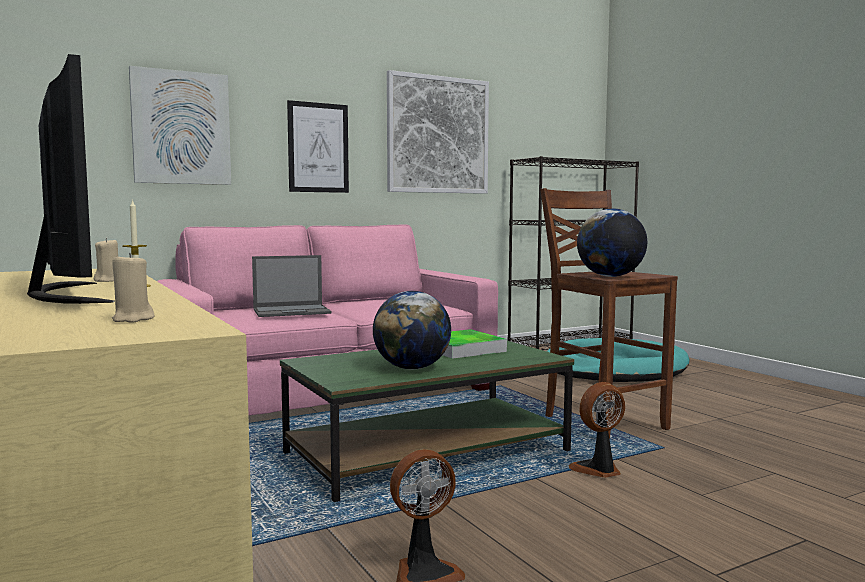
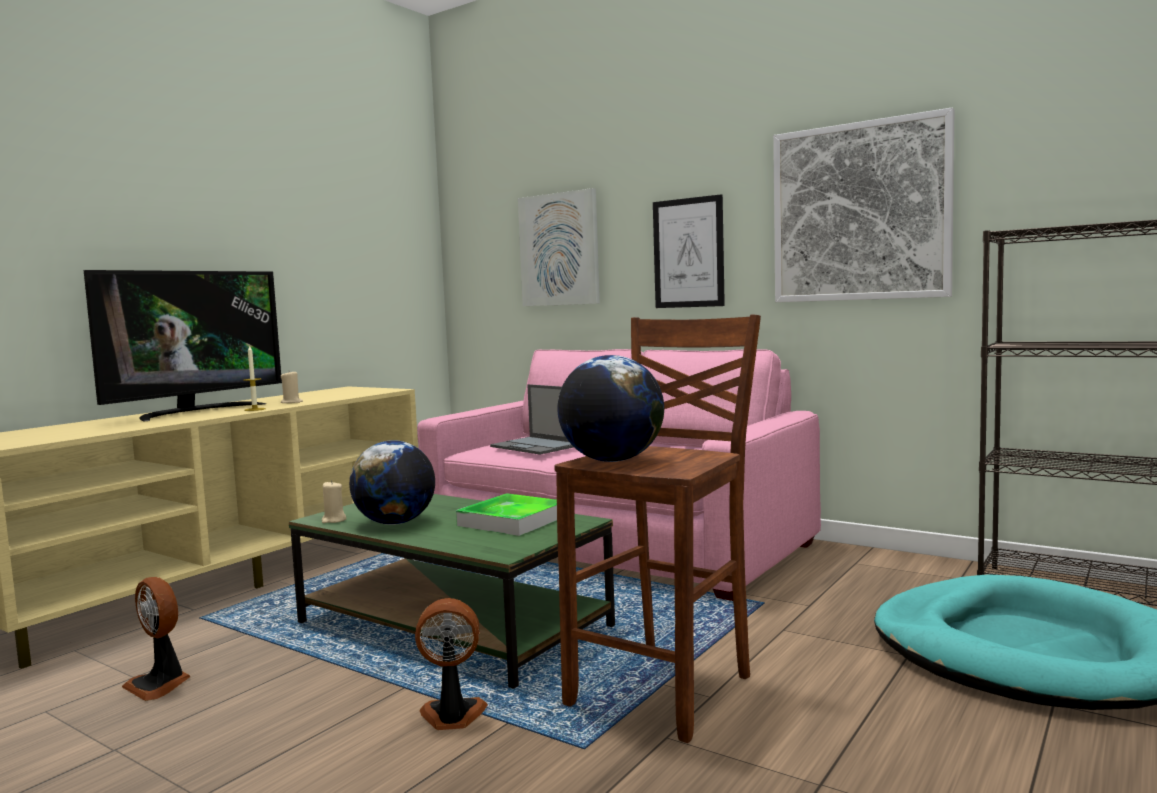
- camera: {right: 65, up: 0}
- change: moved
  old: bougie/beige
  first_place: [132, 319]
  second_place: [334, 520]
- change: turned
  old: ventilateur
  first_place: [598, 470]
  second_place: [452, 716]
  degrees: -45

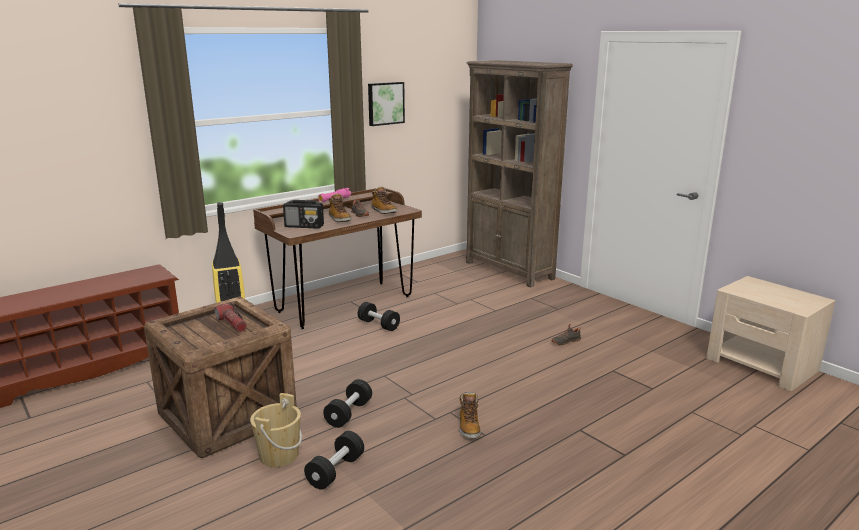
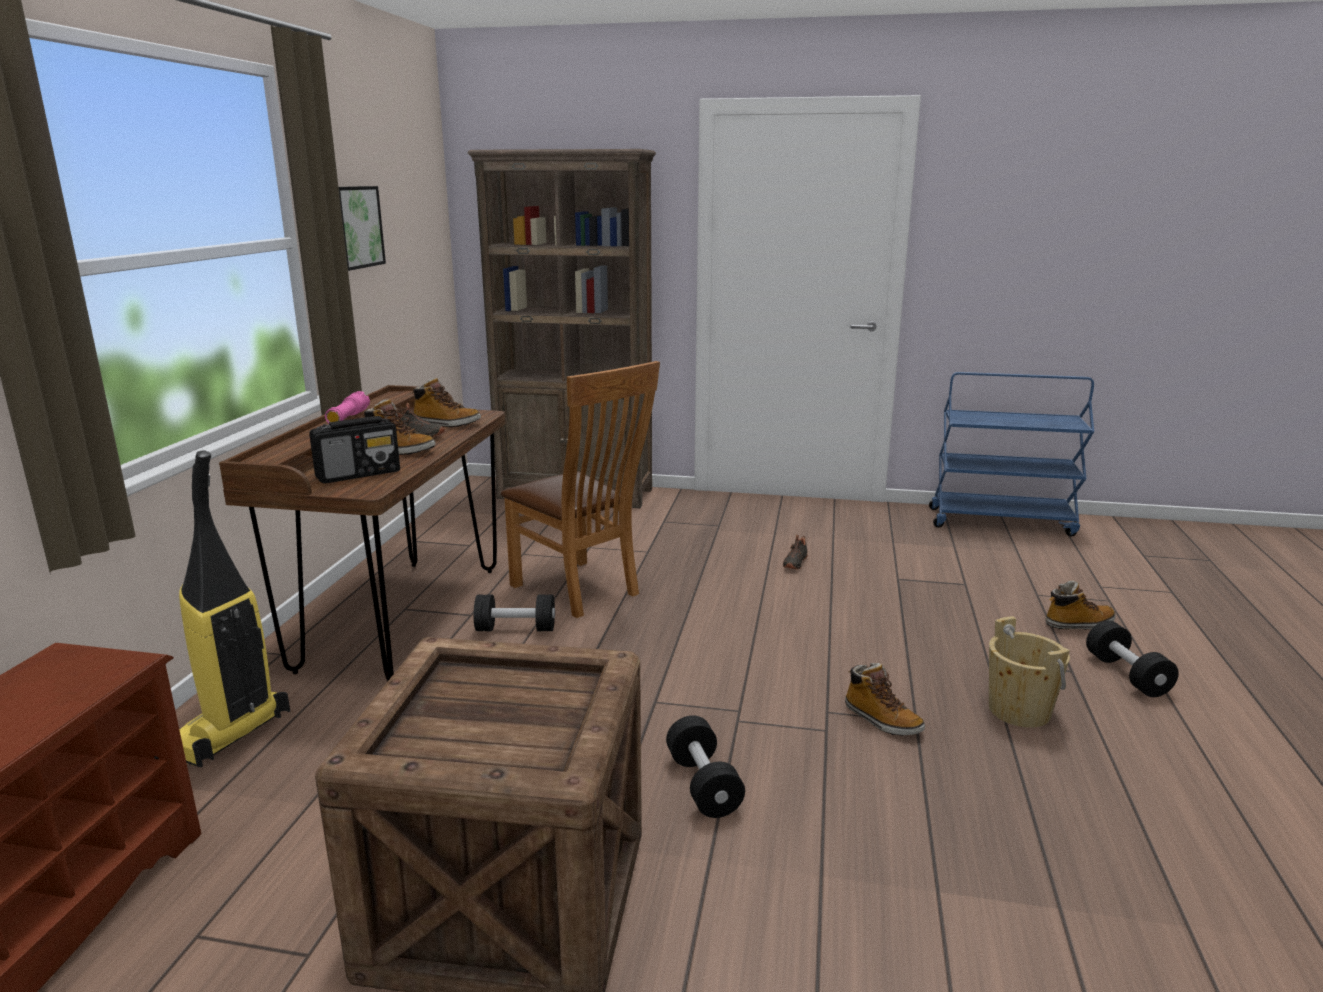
- camera: {right: -40, up: 0}
- change: removed
  old: lampe de poche
  first_place: [232, 324]
- change: added
  new: chaise/marron
  second_place: [581, 591]
- change: added
  new: botte
  second_place: [1078, 624]
- change: moved
  old: seau/beige
  first_place: [279, 455]
  second_place: [1019, 711]
- change: moved
  old: haltère/noir
  first_place: [335, 471]
  second_place: [1127, 675]
- change: replaced
  old: table de chevet/beige
  new: chariot/bleu
  first_place: [762, 364]
  second_place: [1001, 521]

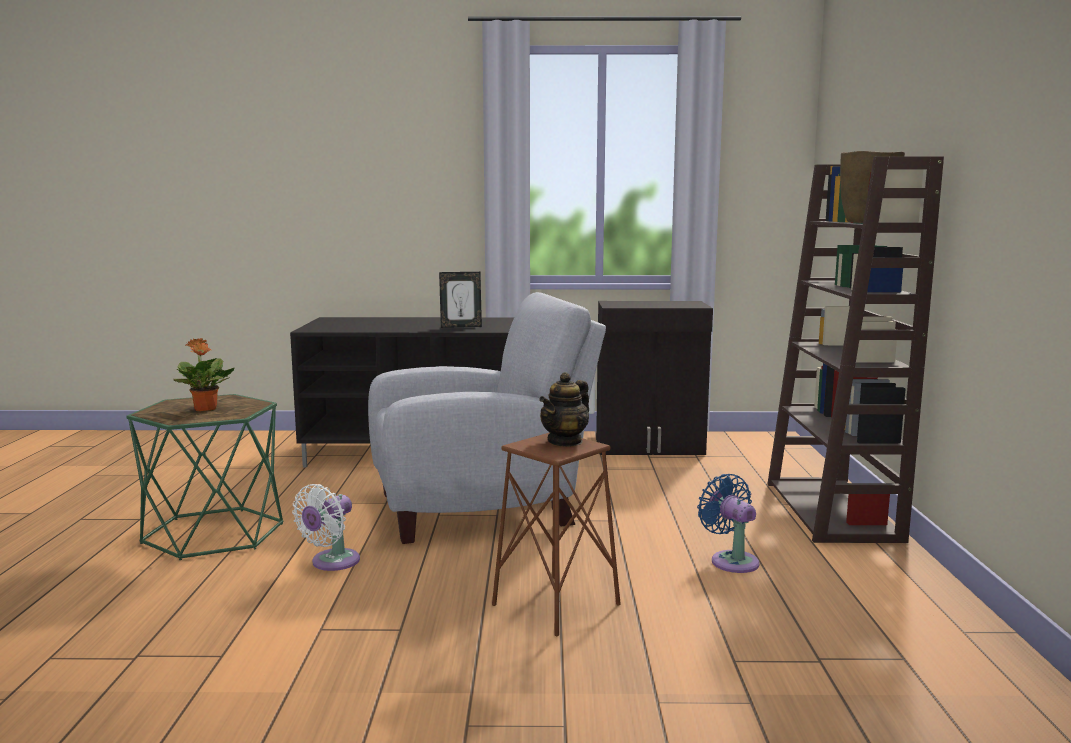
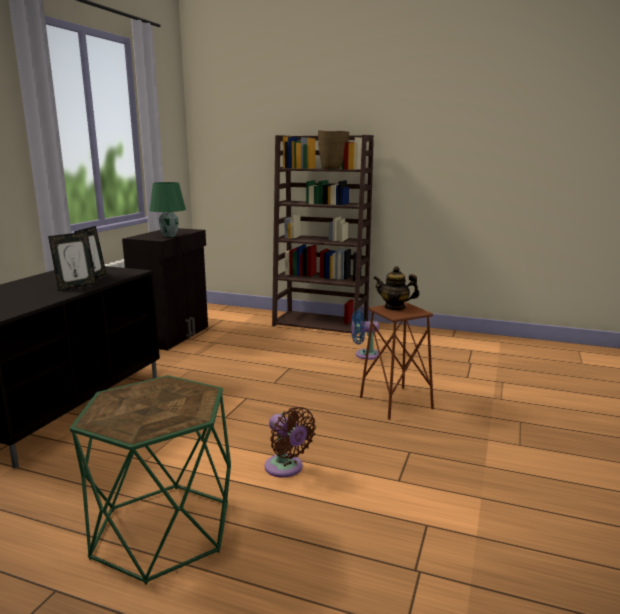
- camera: {right: -70, up: 5}
- change: removed
  old: plante en pot
  first_place: [205, 409]
- change: removed
  old: fauteuil/gris
  first_place: [482, 508]
- change: added
  new: cadre photo
  second_place: [76, 286]
- change: added
  new: lampe de table/vert
  second_place: [170, 236]
- change: recoloured
  old: ventilateur/blanc
  new: ventilateur/marron
  first_place: [332, 563]
  second_place: [286, 468]
- change: turned
  old: théière
  first_place: [565, 441]
  second_place: [394, 307]
  degrees: 135

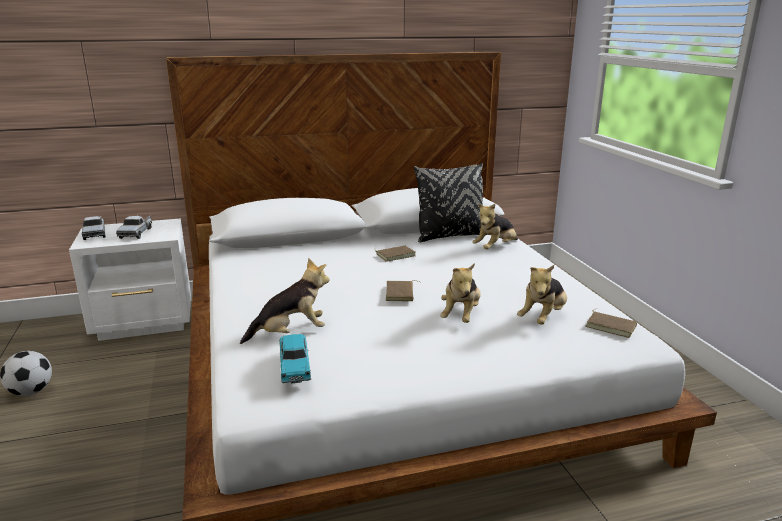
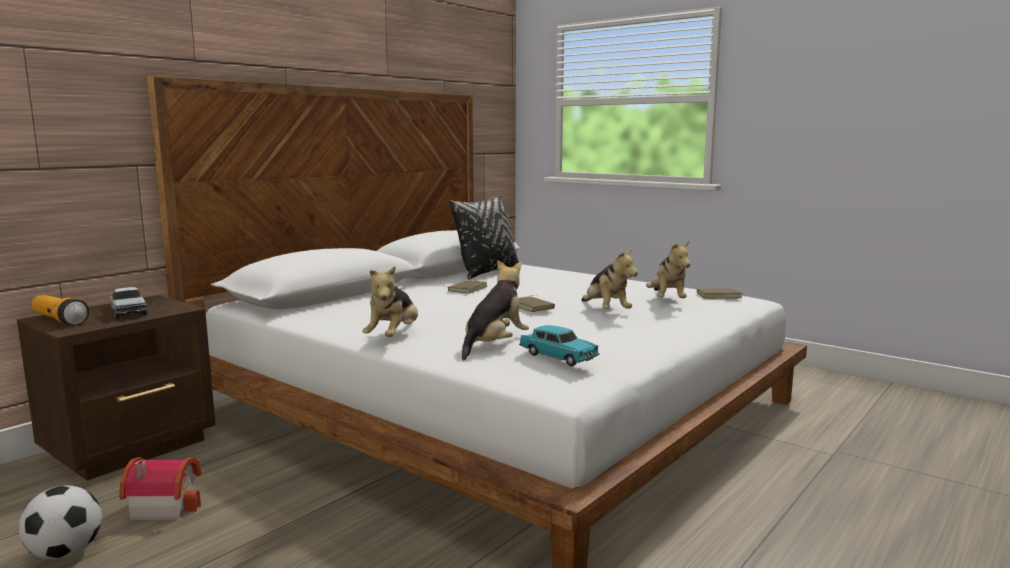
- camera: {right: -35, up: -10}
- change: added
  new: maison miniature
  second_place: [164, 506]
- change: moved
  old: peluche
  first_place: [495, 248]
  second_place: [393, 336]
- change: replaced
  old: camion jouet
  new: lampe de poche
  first_place: [95, 233]
  second_place: [60, 321]
- change: recoloured
  old: table de chevet/blanc
  new: table de chevet/marron
  first_place: [145, 322]
  second_place: [132, 447]

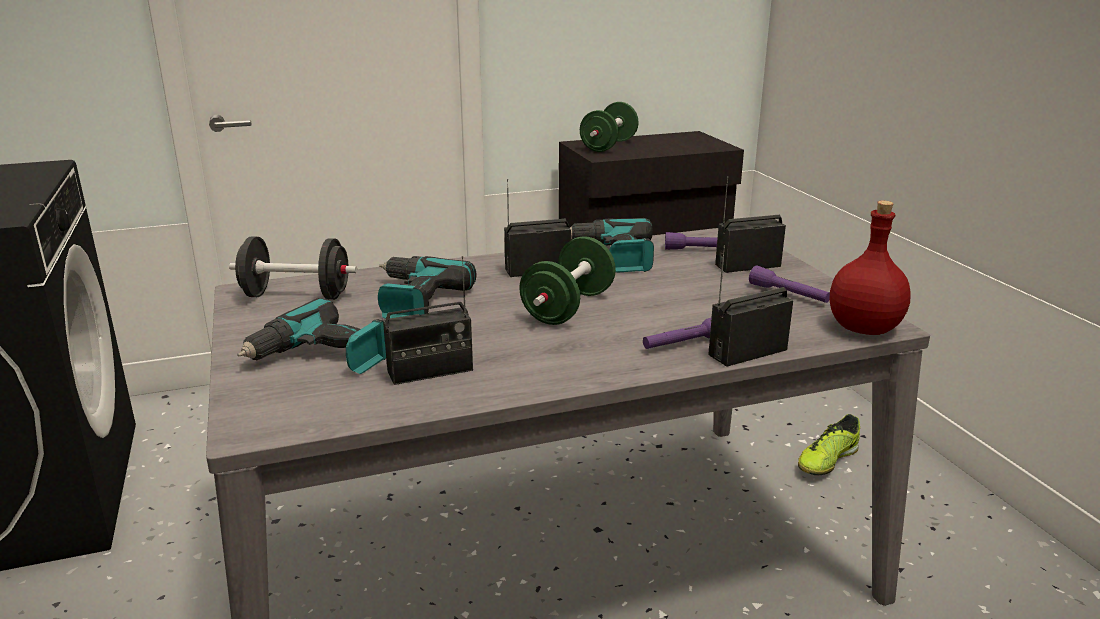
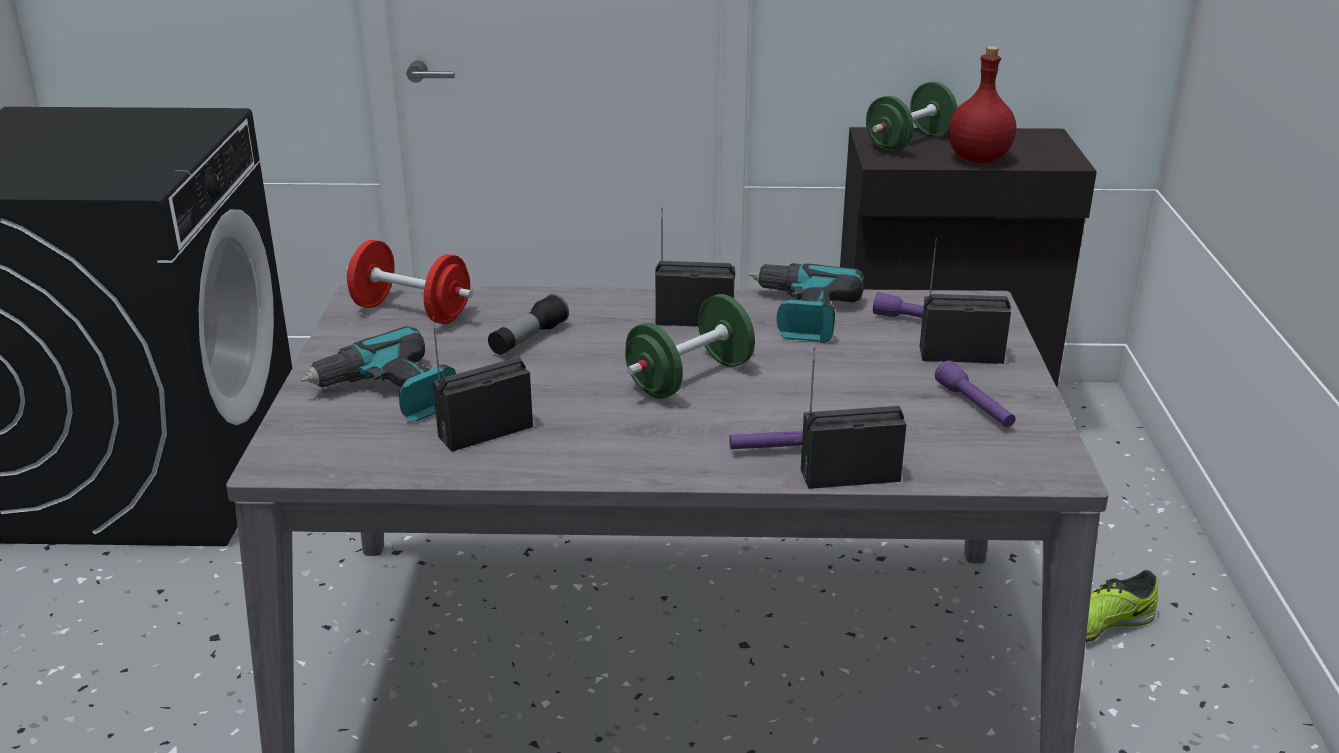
- camera: {right: 20, up: 5}
- change: moved
  old: bouteille/rouge
  first_place: [865, 329]
  second_place: [979, 159]
- change: replaced
  old: perceuse
  new: lampe de poche
  first_place: [414, 300]
  second_place: [528, 339]
- change: recoloured
  old: haltère/noir
  new: haltère/rouge
  first_place: [296, 296]
  second_place: [411, 312]
- change: turned
  old: radio
  first_place: [430, 371]
  second_place: [485, 431]
  degrees: 150

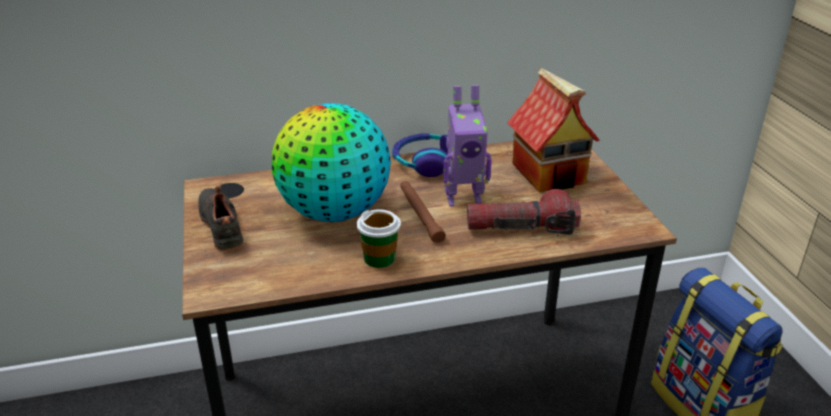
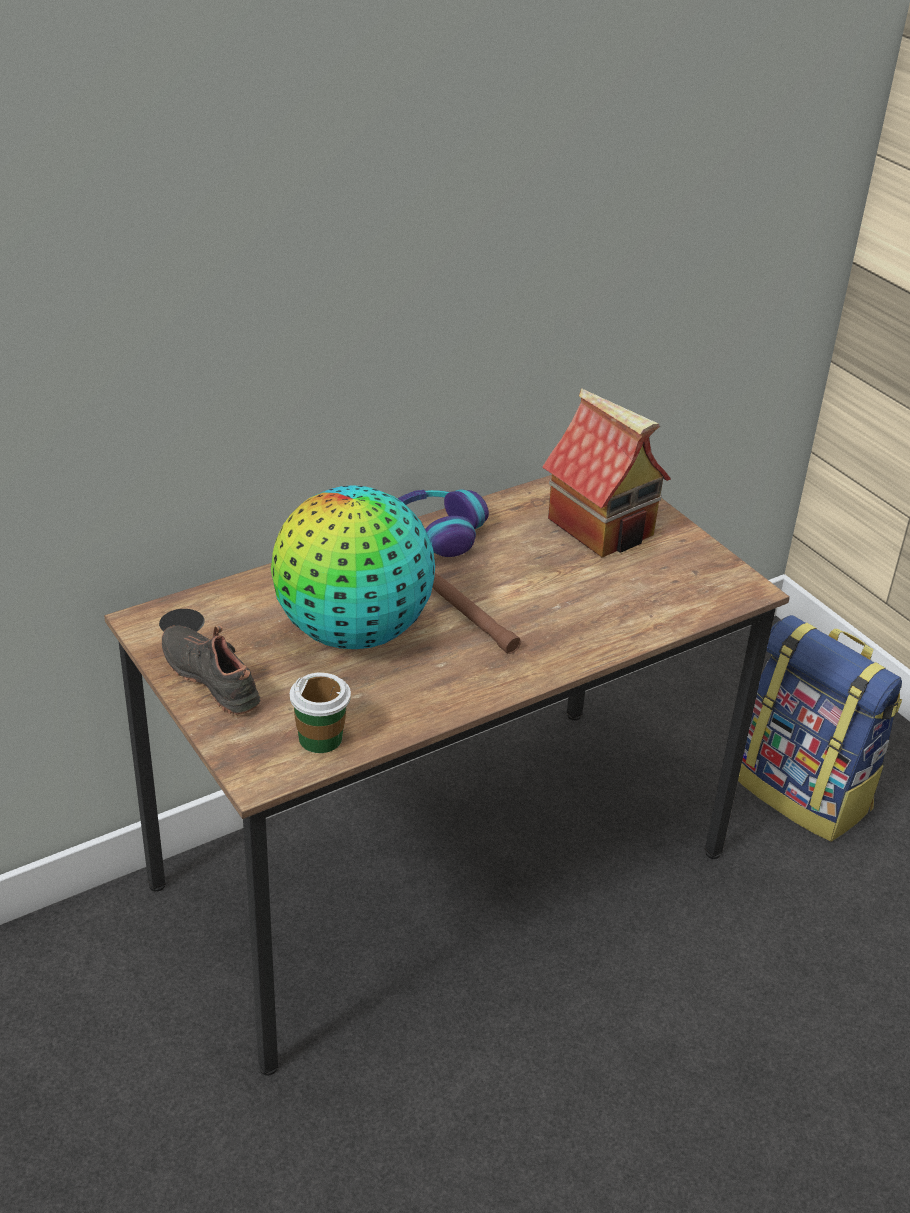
- camera: {right: -20, up: 5}
- change: removed
  old: robot jouet
  first_place: [463, 198]
- change: removed
  old: lampe de poche
  first_place: [521, 228]
- change: moved
  old: tasse
  first_place: [379, 258]
  second_place: [321, 738]

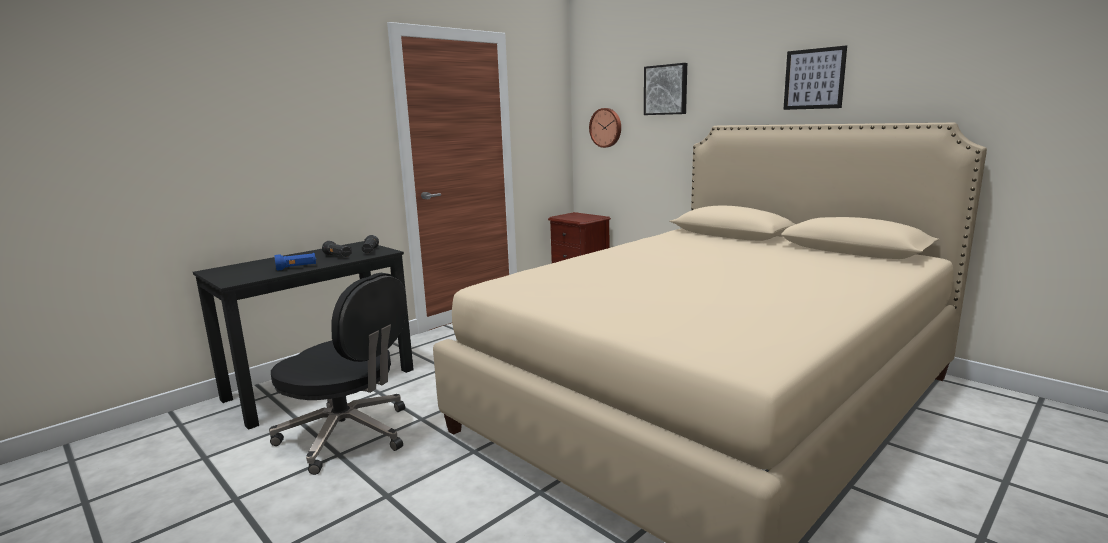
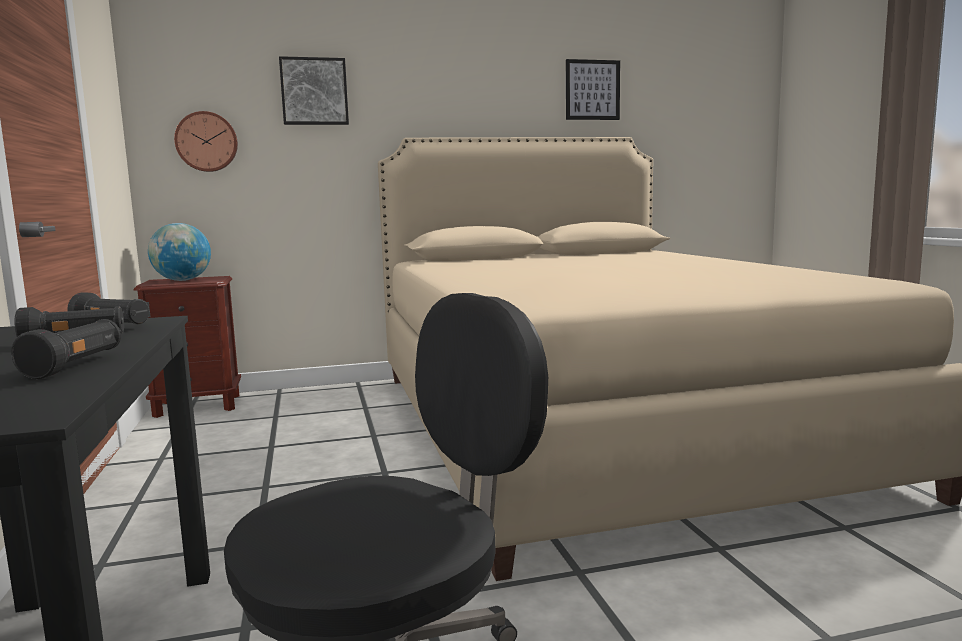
- camera: {right: -60, up: -5}
- change: added
  new: globe
  second_place: [182, 280]
- change: moved
  old: tableau
  first_place: [814, 79]
  second_place: [592, 90]
- change: recoloured
  old: lampe de poche/bleu
  new: lampe de poche/noir
  first_place: [297, 268]
  second_place: [76, 365]

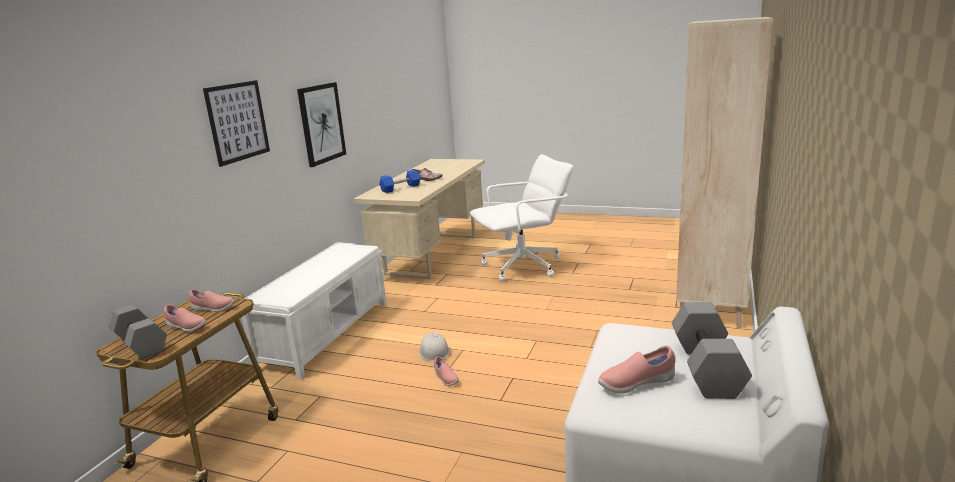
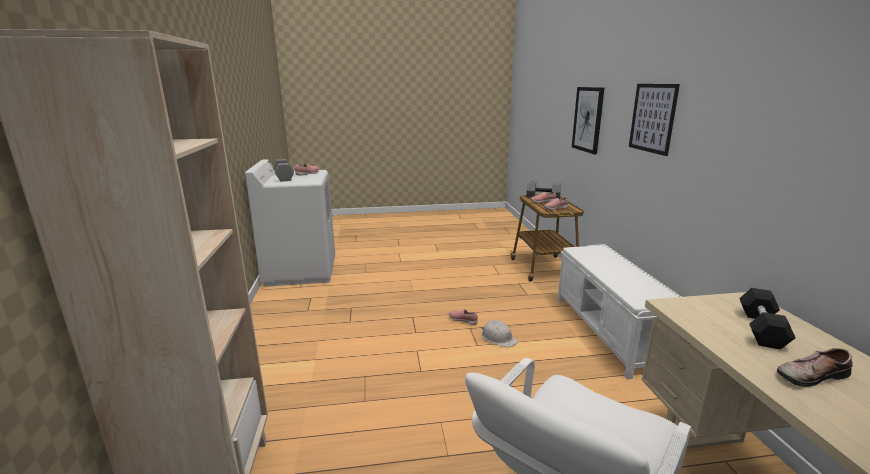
- camera: {right: 150, up: 0}
- change: moved
  old: tableau
  first_place: [321, 123]
  second_place: [588, 119]
- change: recoloured
  old: haltère/bleu
  new: haltère/noir
  first_place: [400, 188]
  second_place: [761, 329]

